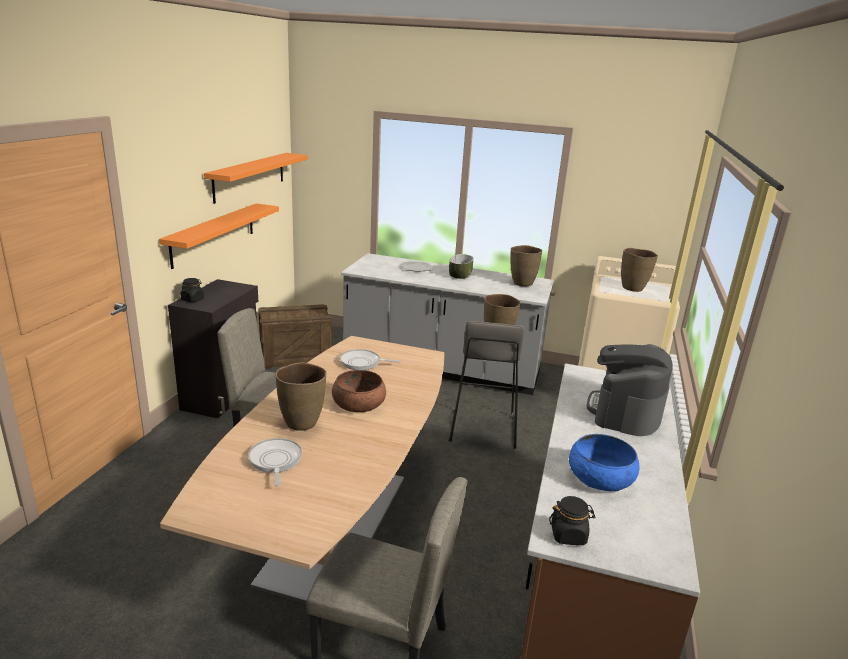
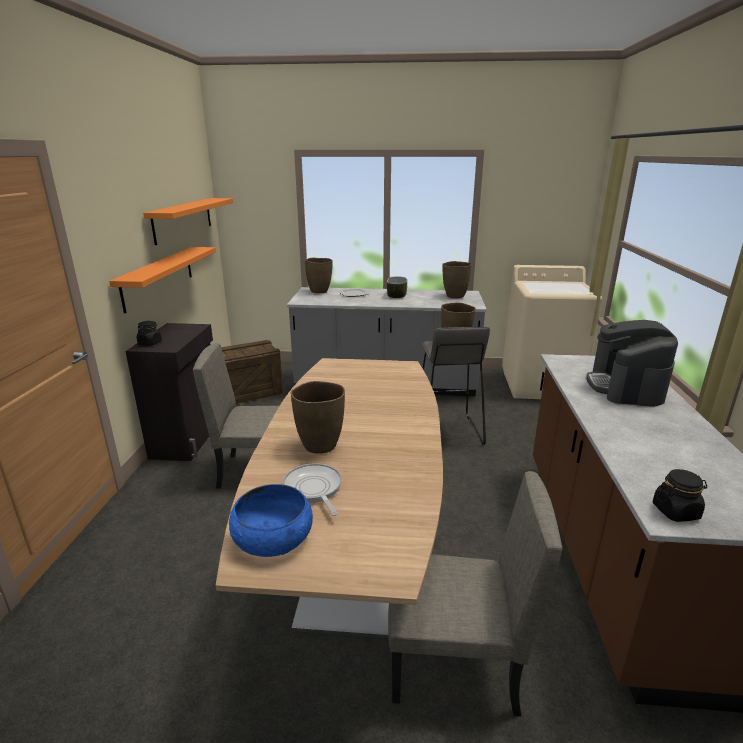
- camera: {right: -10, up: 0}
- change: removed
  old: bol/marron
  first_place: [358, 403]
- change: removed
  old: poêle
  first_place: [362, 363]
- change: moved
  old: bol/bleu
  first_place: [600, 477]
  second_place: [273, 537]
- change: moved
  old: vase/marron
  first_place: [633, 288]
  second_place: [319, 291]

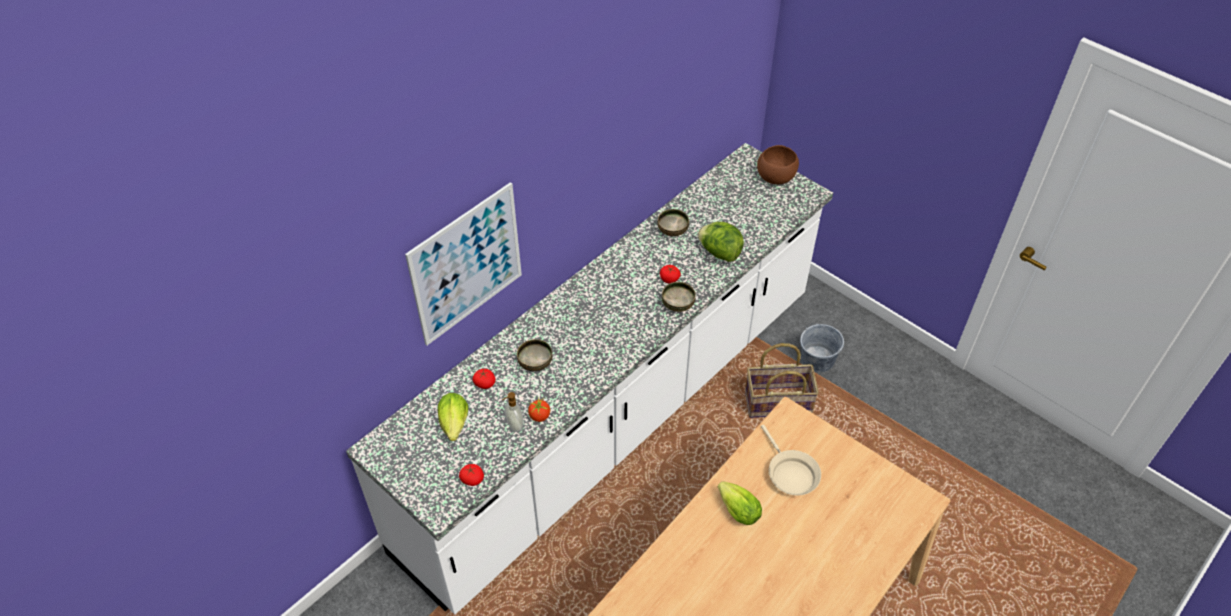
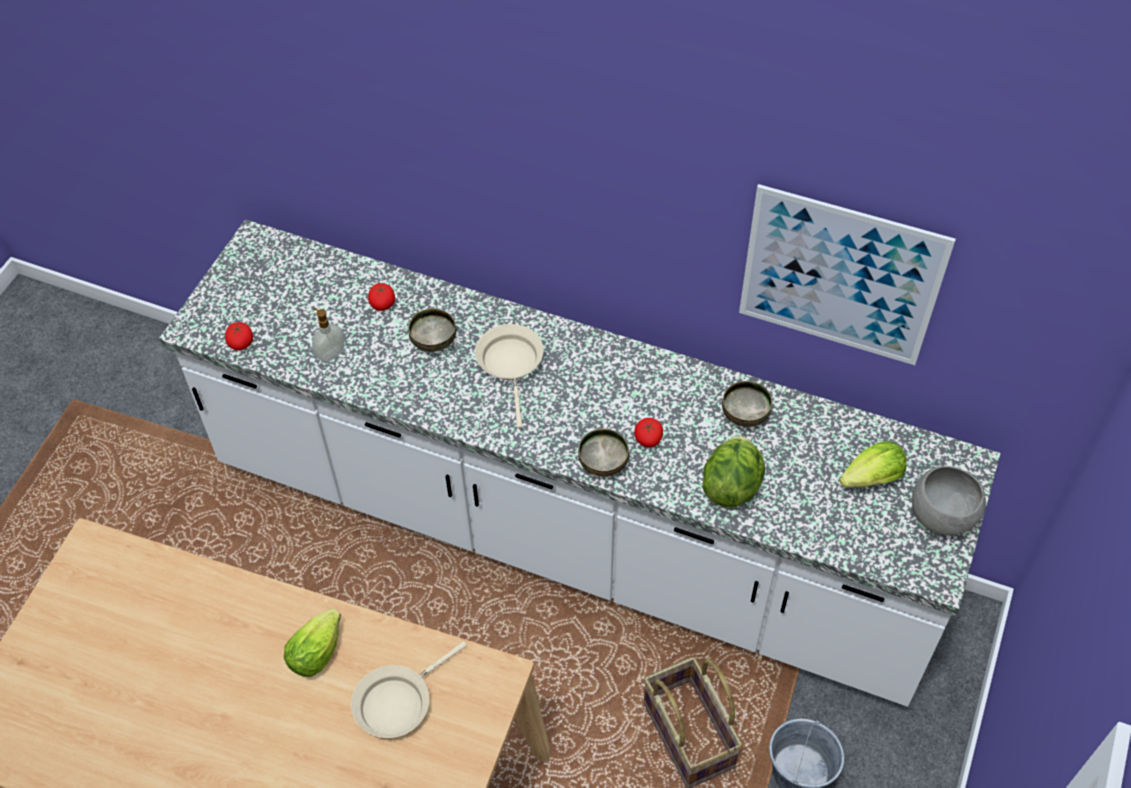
- camera: {right: 70, up: 5}
- change: removed
  old: tomate
  first_place: [539, 416]
- change: added
  new: poêle/beige
  second_place: [511, 365]
- change: moved
  old: tableau
  first_place: [467, 264]
  second_place: [840, 276]
- change: moved
  old: laitue
  first_place: [454, 426]
  second_place: [868, 480]
- change: recoloured
  old: bol/marron
  new: bol/gris
  first_place: [775, 177]
  second_place: [941, 515]

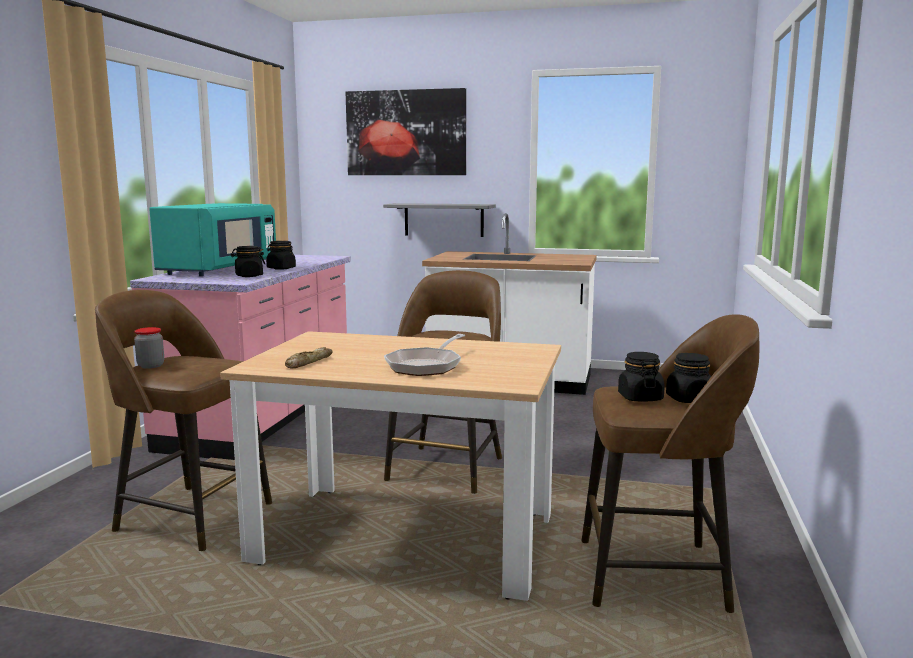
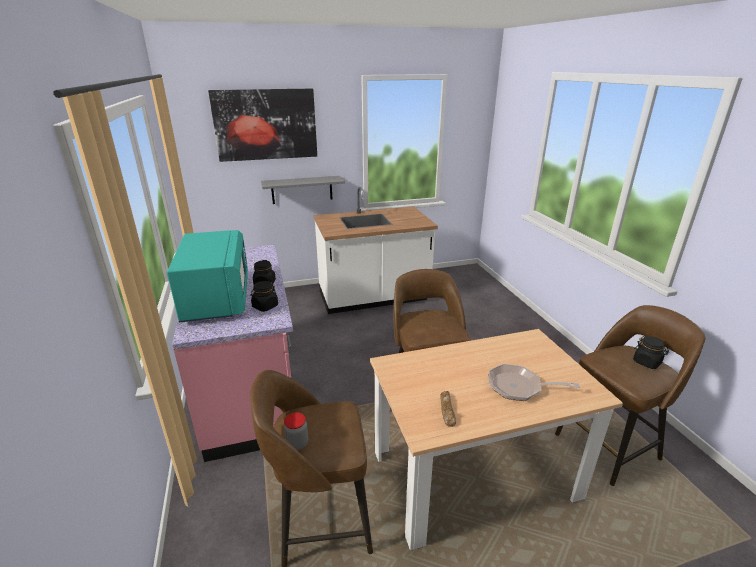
- camera: {right: -30, up: 15}
- change: removed
  old: bocal/noir
  first_place: [640, 398]
- change: turned
  old: poêle
  first_place: [426, 366]
  second_place: [519, 387]
  degrees: 105

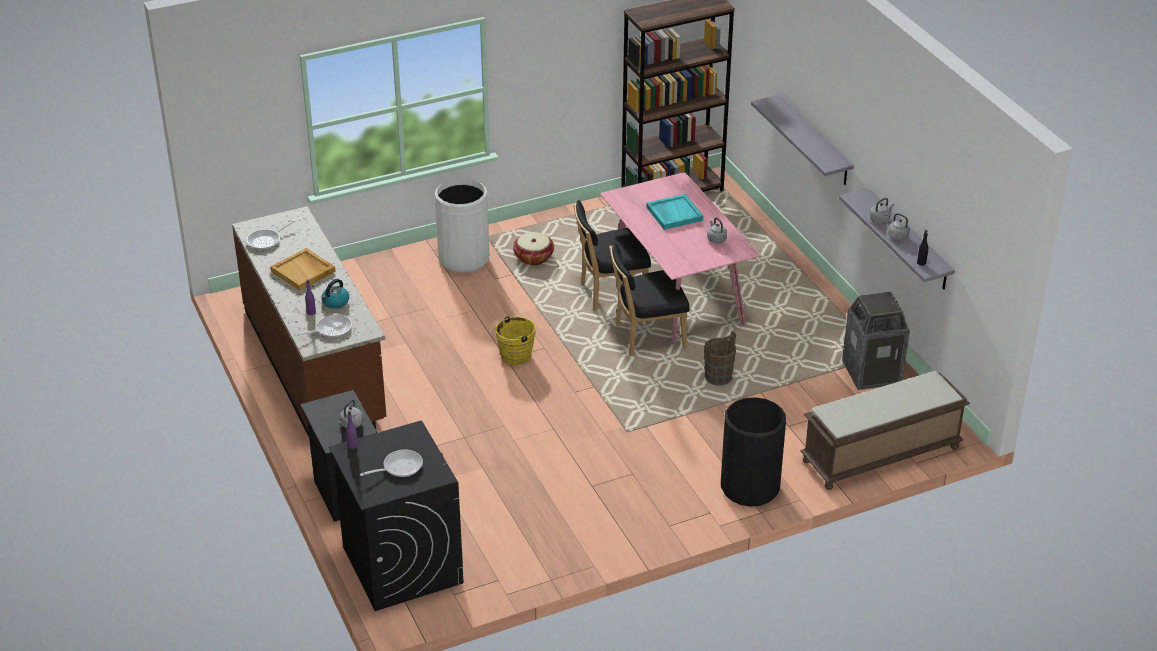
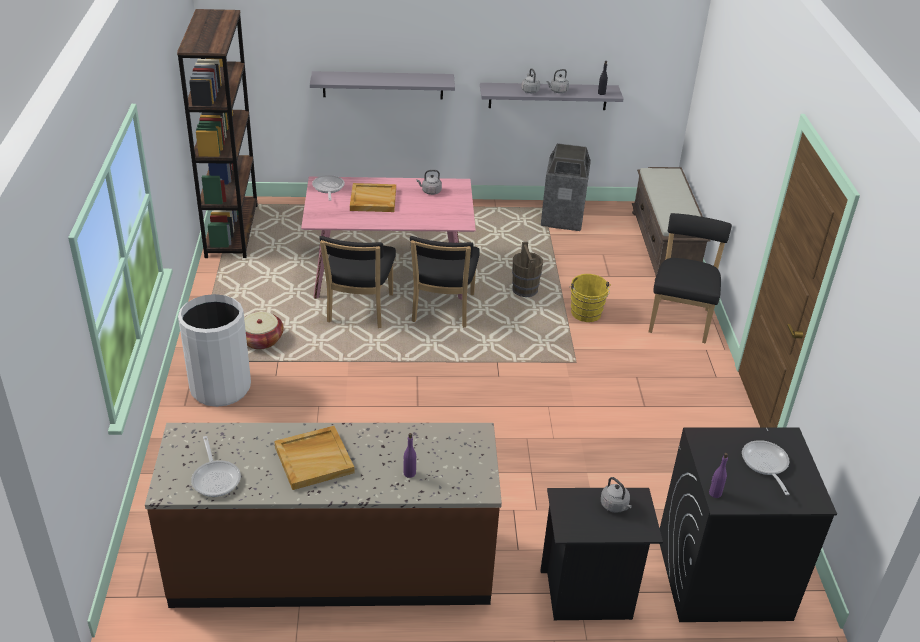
- camera: {right: -70, up: 0}
- change: removed
  old: bouilloire
  first_place: [335, 302]
- change: moved
  old: poêle
  first_place: [330, 329]
  second_place: [328, 188]
- change: moved
  old: seau/jaune
  first_place: [513, 356]
  second_place: [586, 314]
- change: replaced
  old: poubelle/noir
  new: chaise/noir
  first_place: [750, 487]
  second_place: [680, 319]
- change: recoloured
  old: plateau/turquoise
  new: plateau/beige
  first_place: [674, 214]
  second_place: [372, 200]

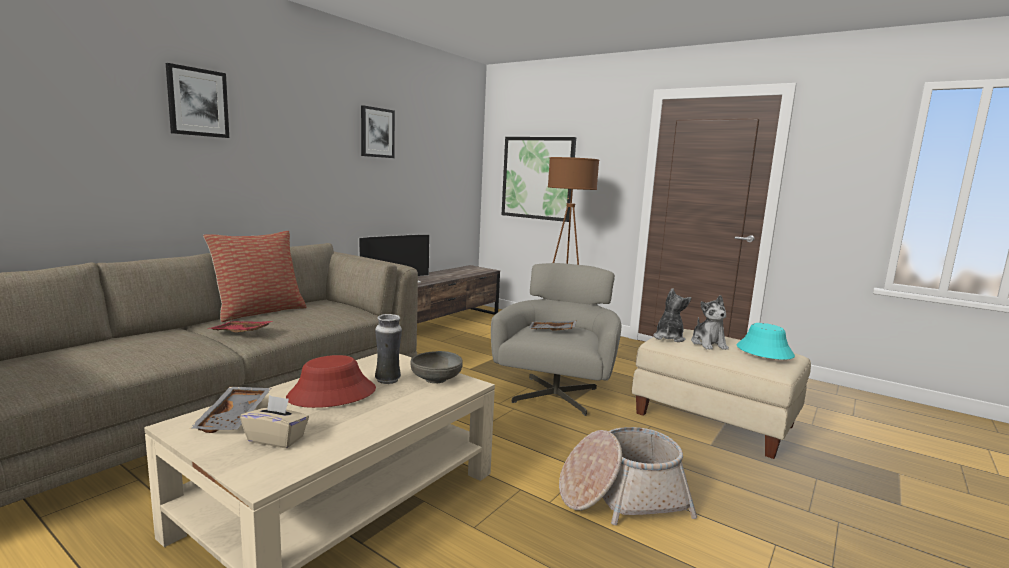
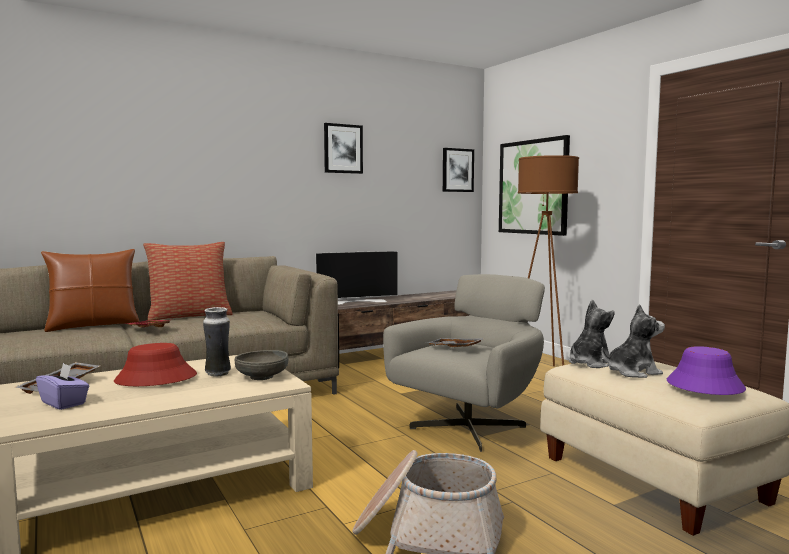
- camera: {right: 25, up: -5}
- change: added
  new: coussin/marron
  second_place: [93, 326]
- change: moved
  old: tableau
  first_place: [197, 102]
  second_place: [457, 170]
- change: recoloured
  old: boîte à mouchoirs/beige
  new: boîte à mouchoirs/violet
  first_place: [276, 439]
  second_place: [64, 403]
- change: recoloured
  old: chapeau/turquoise
  new: chapeau/violet
  first_place: [764, 351]
  second_place: [704, 385]
- change: turned
  old: peluche
  first_place: [708, 344]
  second_place: [632, 372]
  degrees: -120

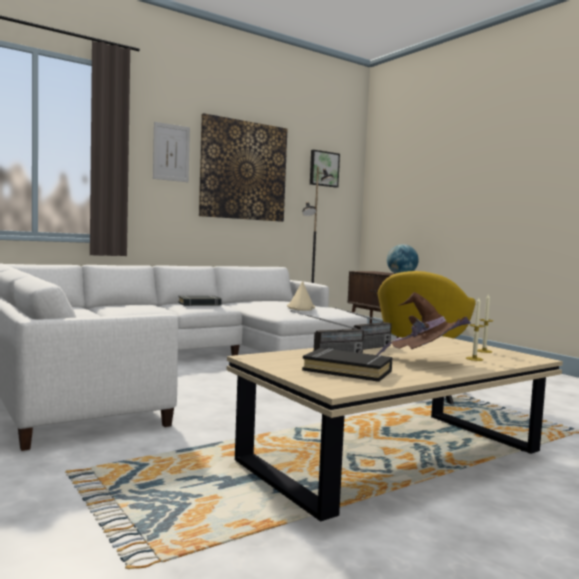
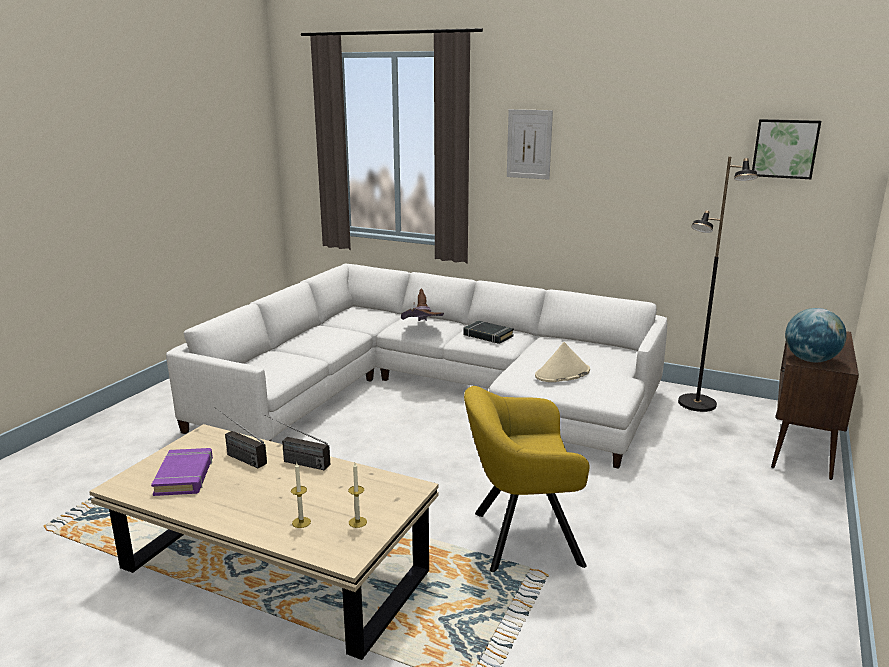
- camera: {right: 60, up: 15}
- change: removed
  old: tableau
  first_place: [243, 170]
- change: moved
  old: chapeau/marron
  first_place: [426, 362]
  second_place: [422, 330]
- change: recoloured
  old: livre/noir
  new: livre/violet
  first_place: [347, 371]
  second_place: [184, 476]

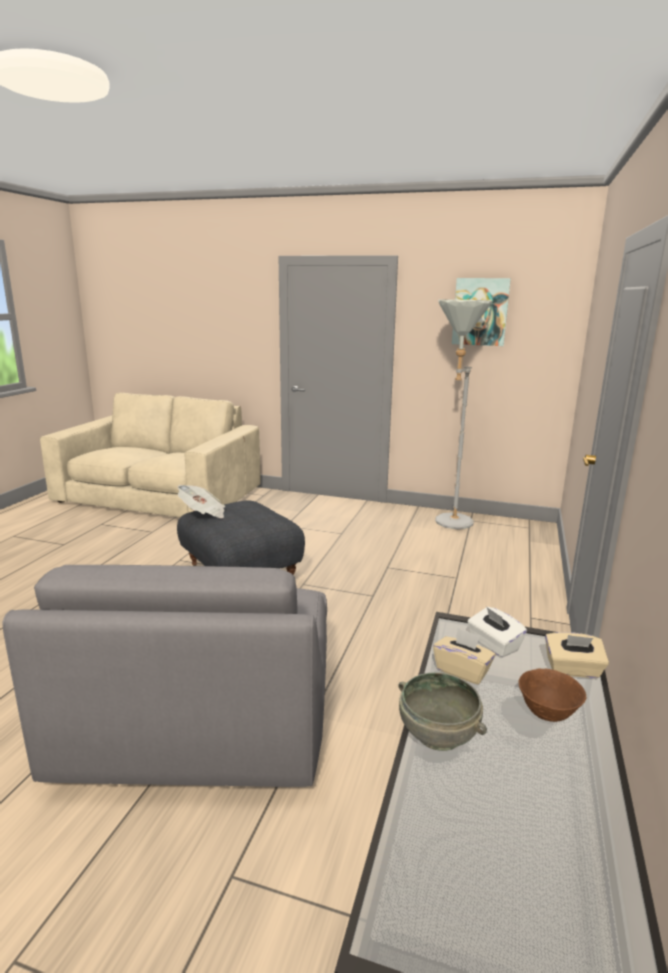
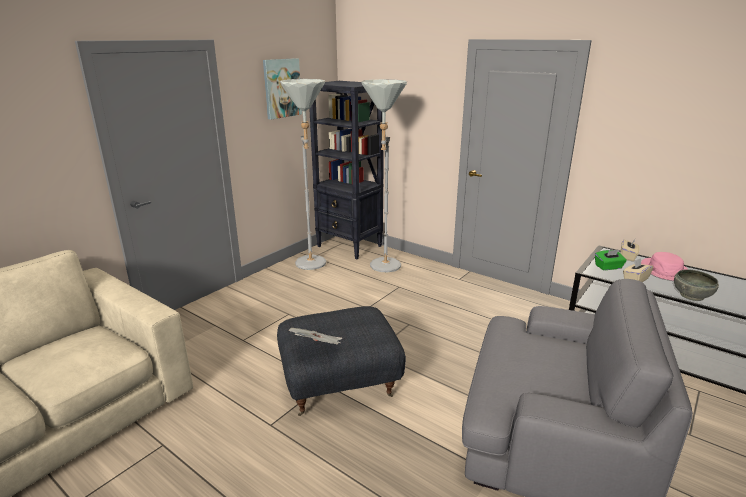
- camera: {right: -70, up: 5}
- change: added
  new: bibliothèque/noir
  second_place: [350, 246]
- change: added
  new: lampadaire/gris
  second_place: [383, 268]
- change: replaced
  old: bol/marron
  new: chapeau/rose
  first_place: [548, 714]
  second_place: [665, 270]
- change: recoloured
  old: boîte à mouchoirs/blanc
  new: boîte à mouchoirs/vert
  first_place: [493, 645]
  second_place: [608, 267]

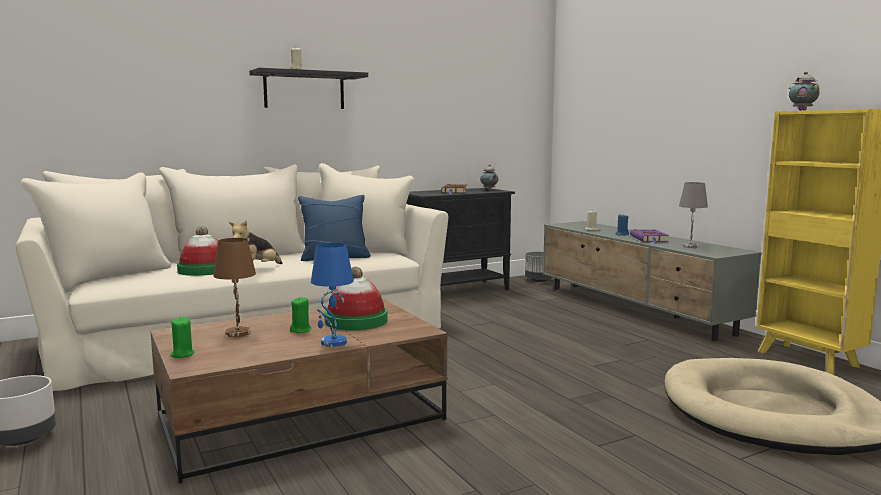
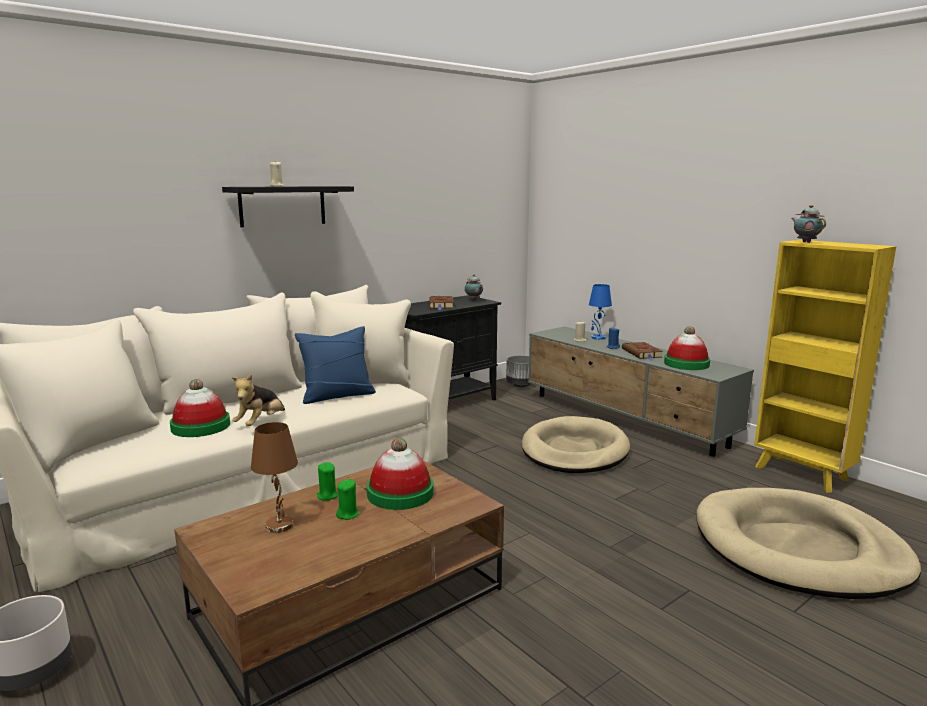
- camera: {right: -10, up: 5}
- change: added
  new: panier pour chien/beige
  second_place: [574, 450]
- change: moved
  old: bougie/vert
  first_place: [182, 354]
  second_place: [327, 496]
- change: moved
  old: lampe de table/bleu
  first_place: [333, 342]
  second_place: [598, 338]
- change: replaced
  old: lampe de table/gris
  new: chapeau
  first_place: [690, 246]
  second_place: [686, 364]
- change: recoloured
  old: livre/violet
  new: livre/marron
  first_place: [649, 239]
  second_place: [642, 353]

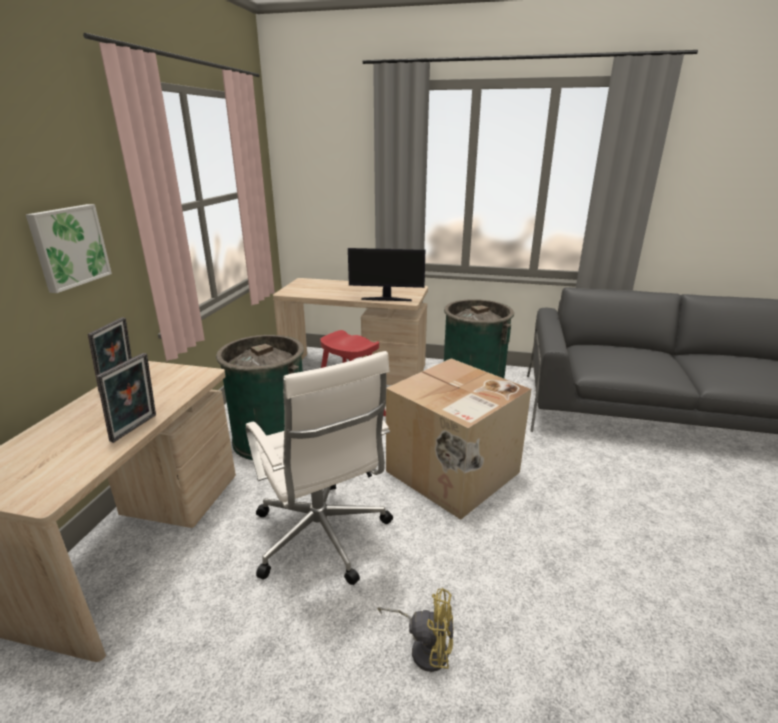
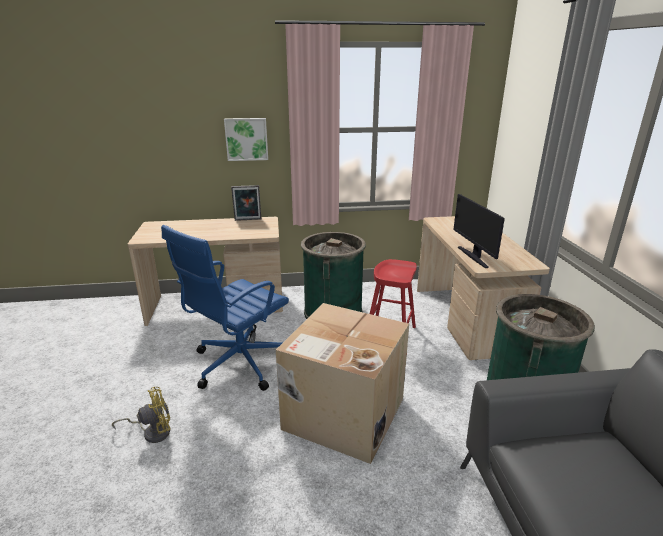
- camera: {right: 70, up: 0}
- change: removed
  old: cadre photo
  first_place: [136, 428]
- change: recoloured
  old: chaise de bureau/blanc
  new: chaise de bureau/bleu
  first_place: [322, 537]
  second_place: [238, 364]
- change: turned
  old: ventilateur/jaune
  first_place: [424, 647]
  second_place: [153, 432]
  degrees: -105

